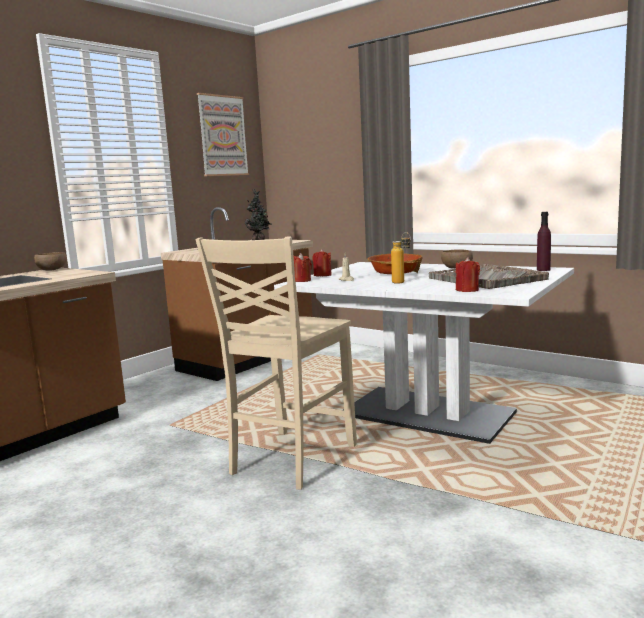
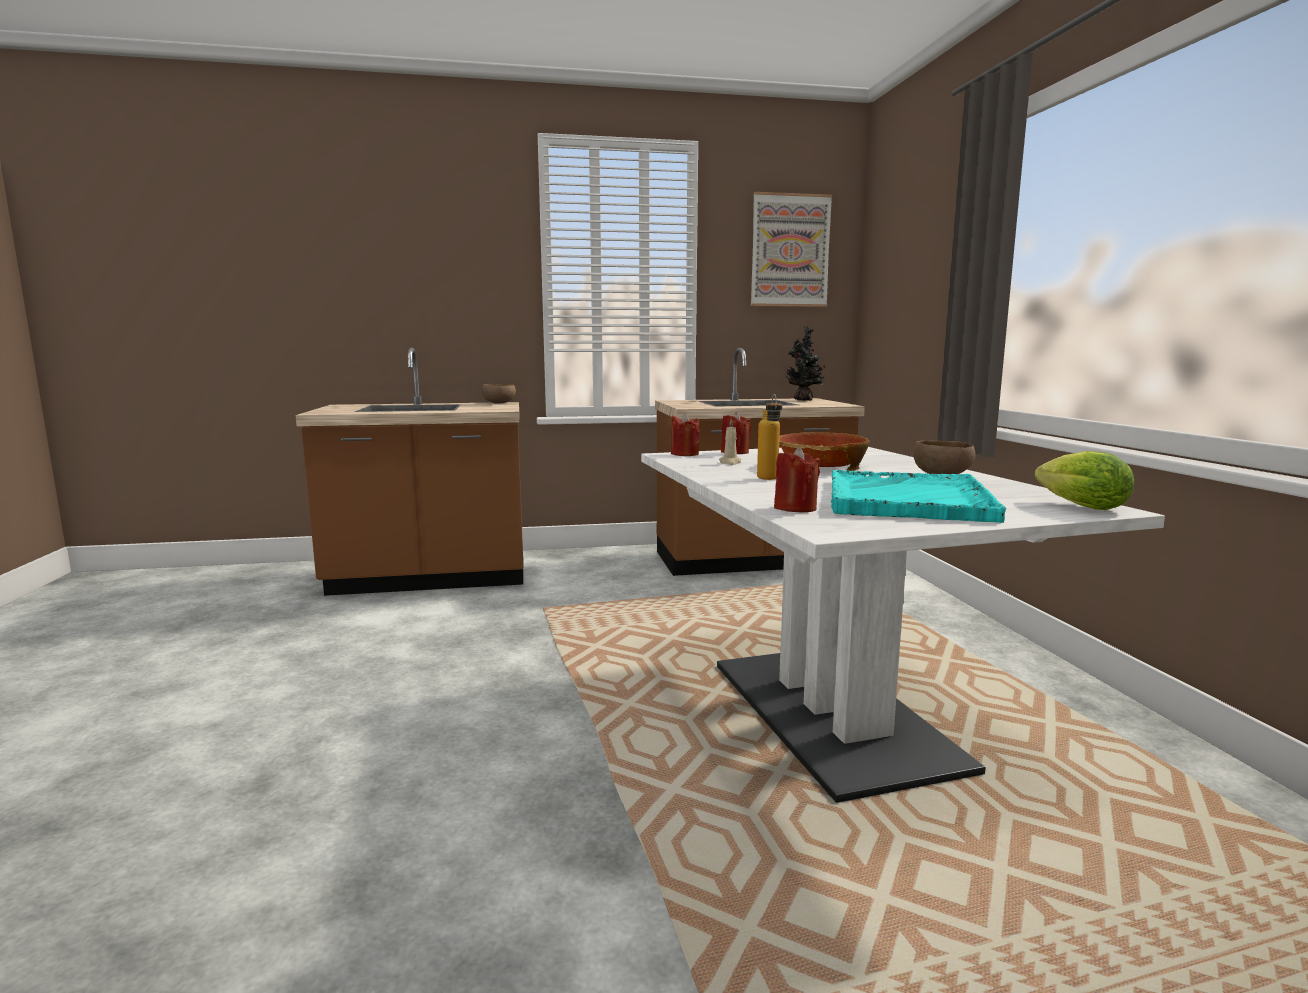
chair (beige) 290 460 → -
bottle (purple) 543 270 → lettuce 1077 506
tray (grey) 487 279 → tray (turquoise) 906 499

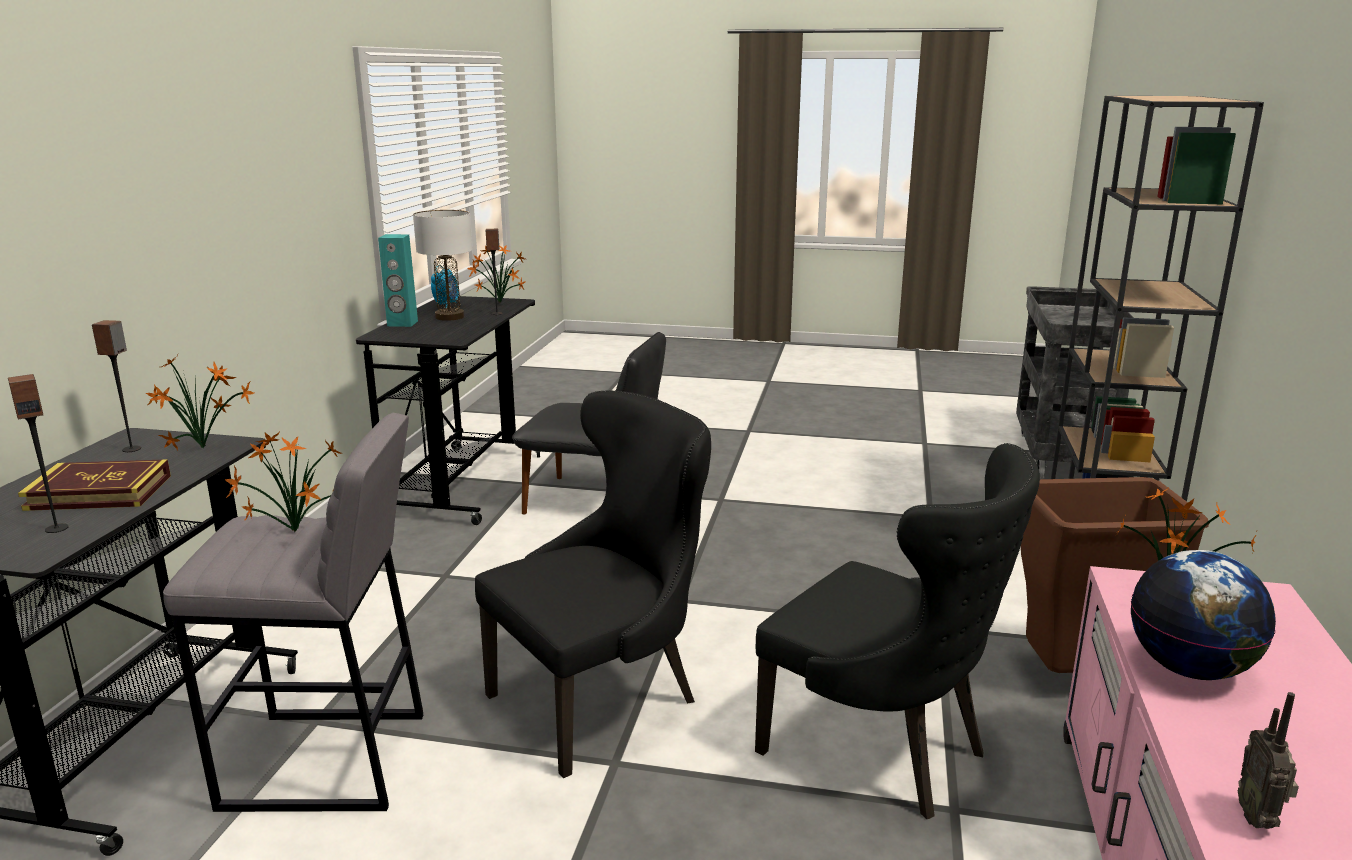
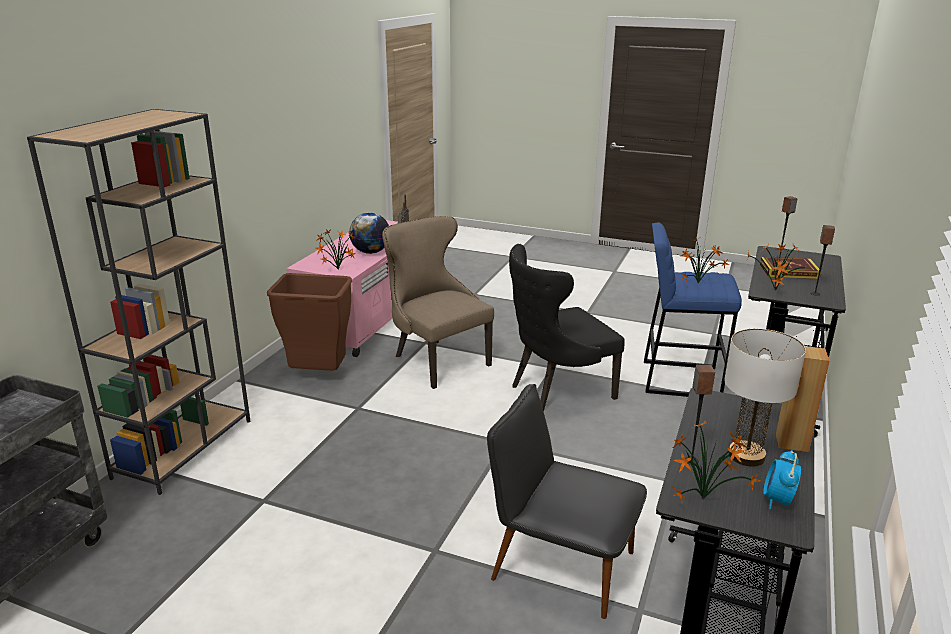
stool (grey) 331 760 → stool (blue) 678 379
speaker (turquoise) 402 323 → speaker (brown) 791 442
chair (black) 883 750 → chair (beige) 436 360

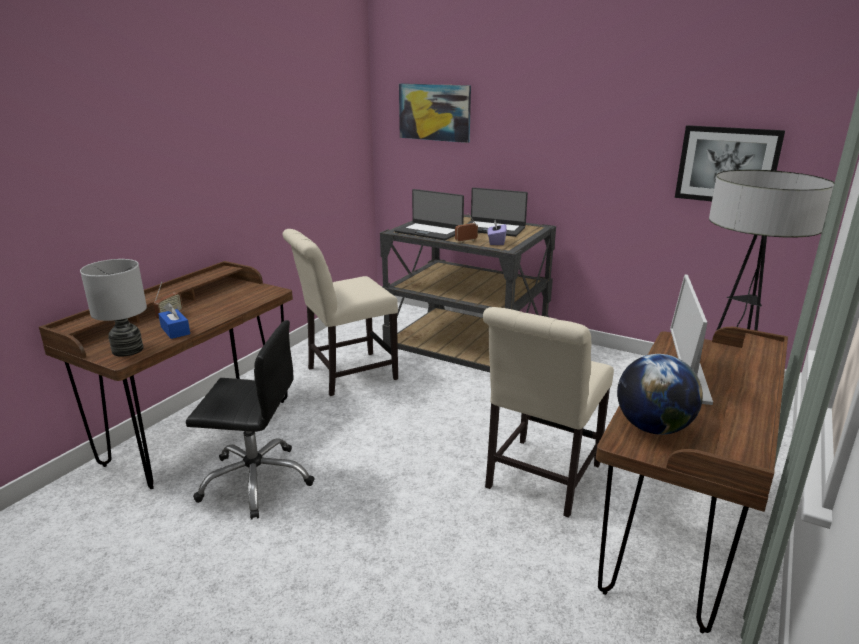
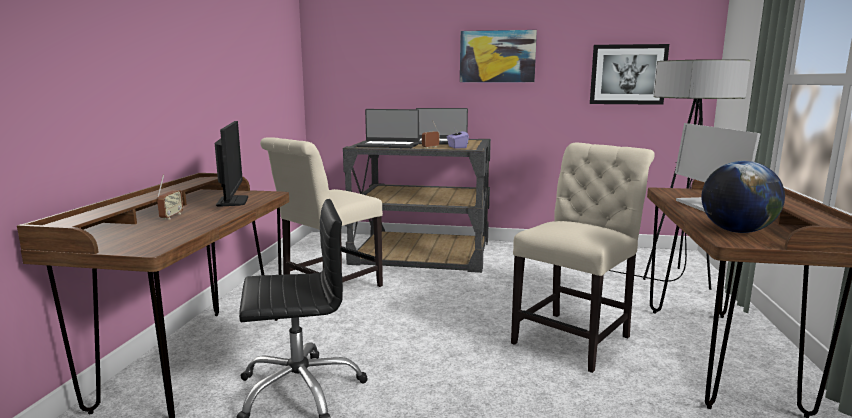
table lamp (grey) 128 350 → -
tissue box (blue) 175 330 → -
- → monitor 232 201
picture 434 112 → picture 497 56, moved
chair (beige) 539 480 → chair (beige) 576 338, 150 degrees counterclockwise

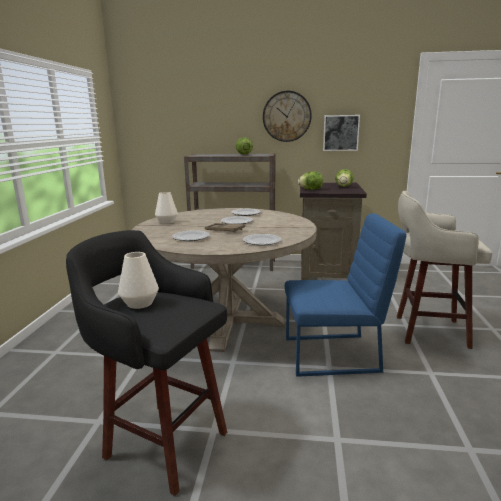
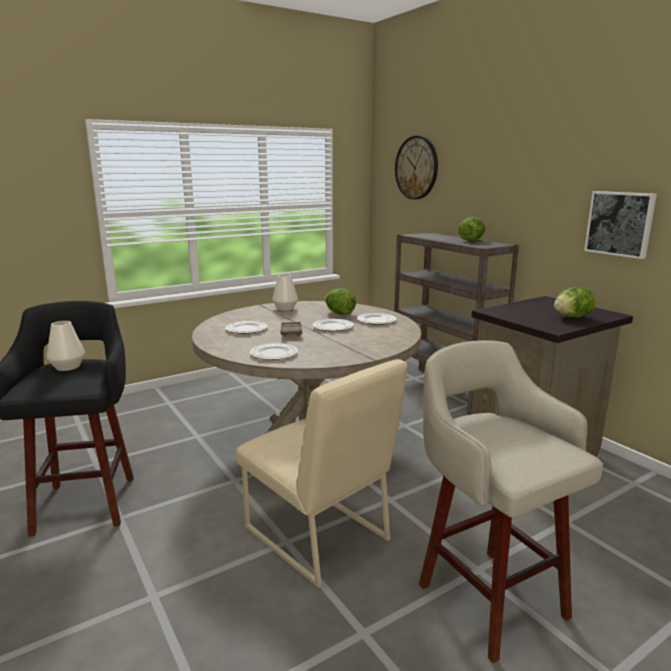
wall clock 287 116 → wall clock 416 168, moved
lettuce 311 189 → lettuce 339 313, moved
chair (blue) 334 354 → chair (beige) 318 535

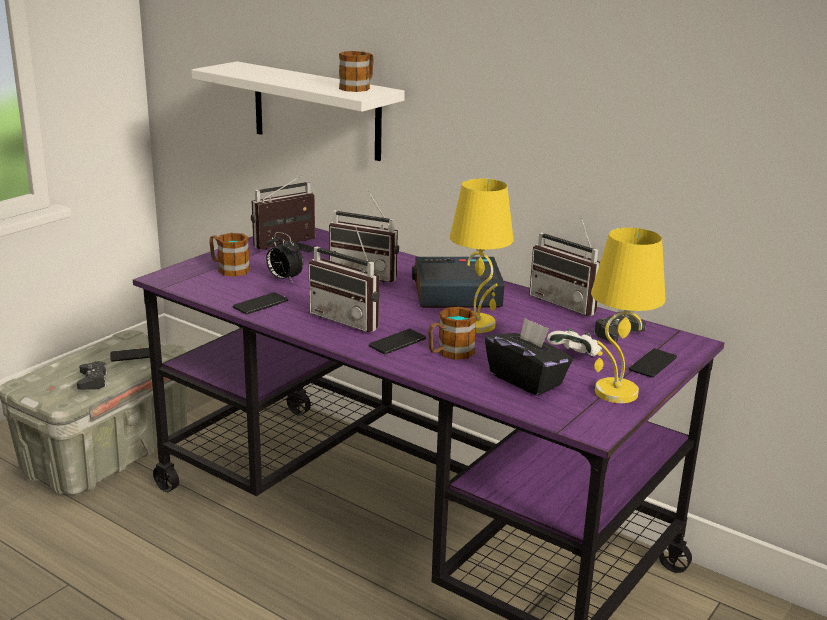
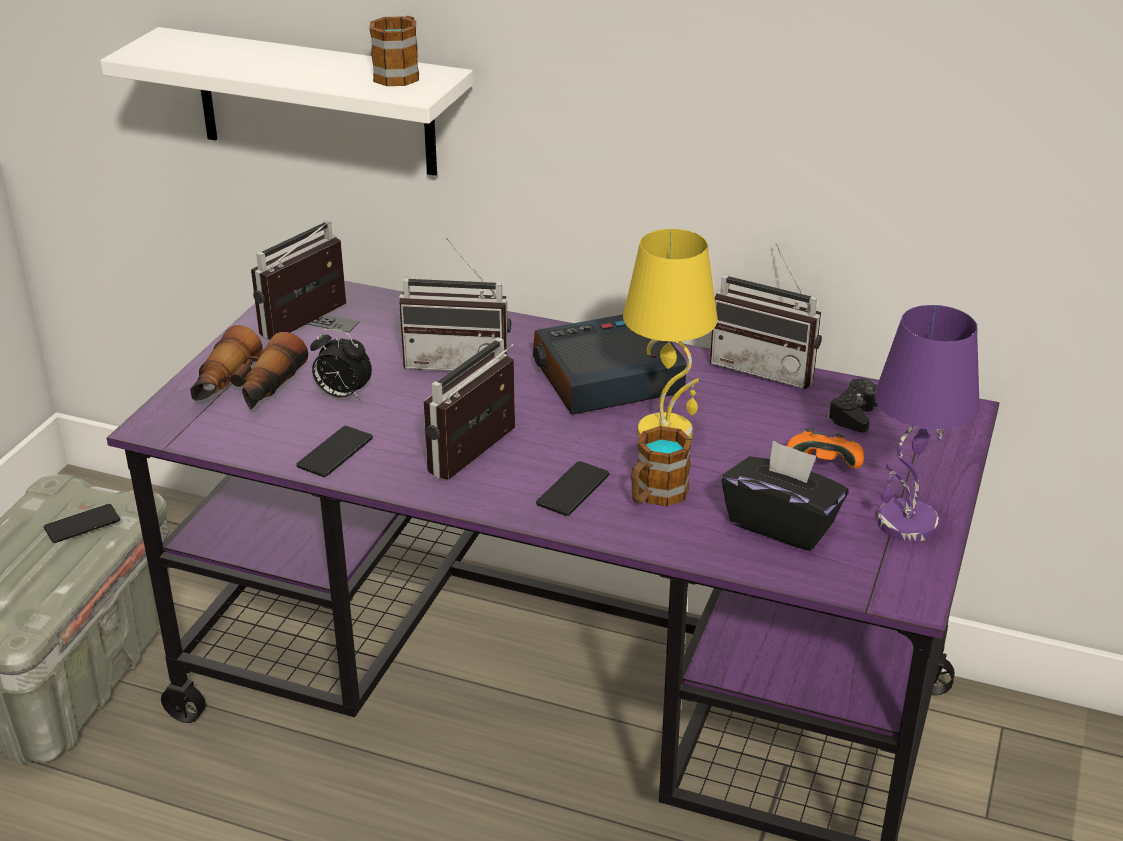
game controller (black) 93 381 → -
phone 652 364 → -
mug 228 269 → binoculars 246 389
game controller (white) 576 356 → game controller (orange) 825 466
table lamp (yellow) 615 393 → table lamp (purple) 906 524
radio 350 319 → radio 482 457, 105 degrees clockwise

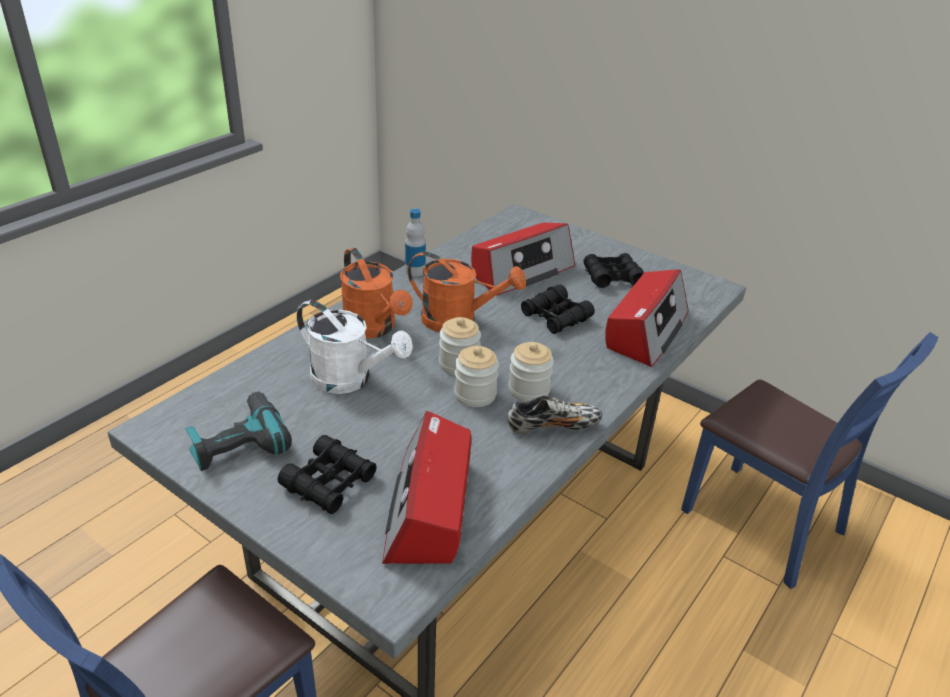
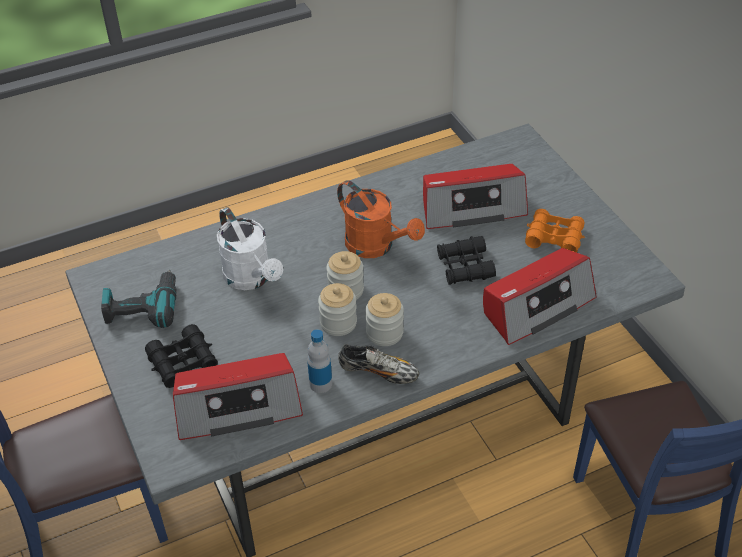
watering can (orange) 374 328 → -
bottle 415 271 → bottle 320 384, moved
binoculars (black) 612 277 → binoculars (orange) 554 238
radio 429 507 → radio 237 406, 135 degrees counterclockwise

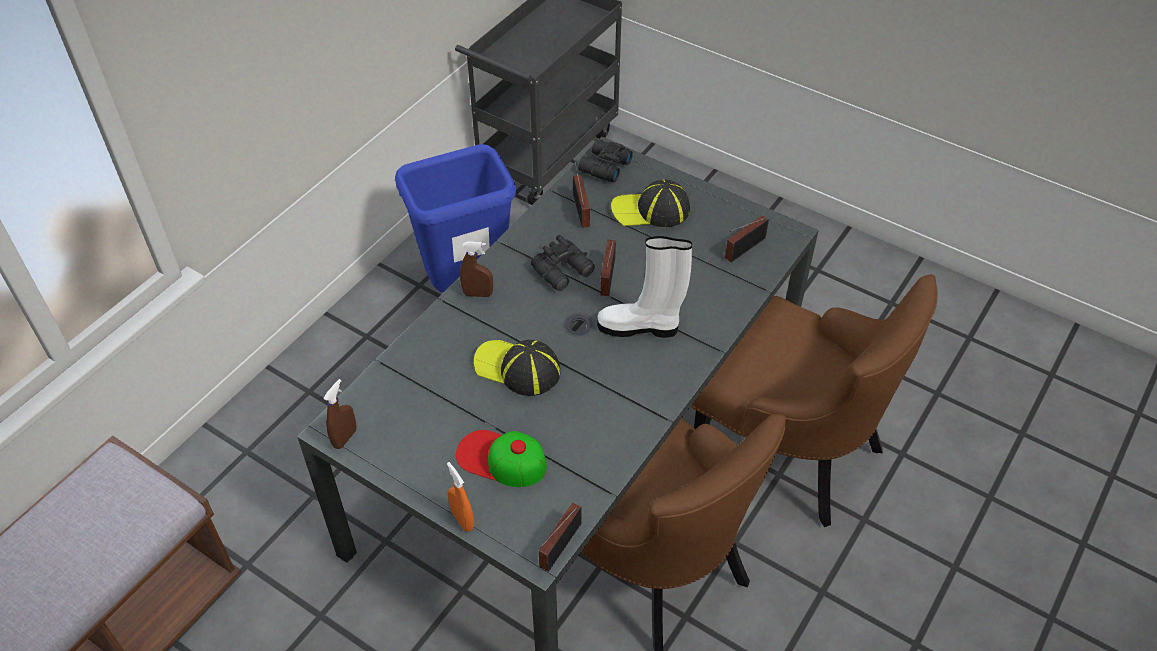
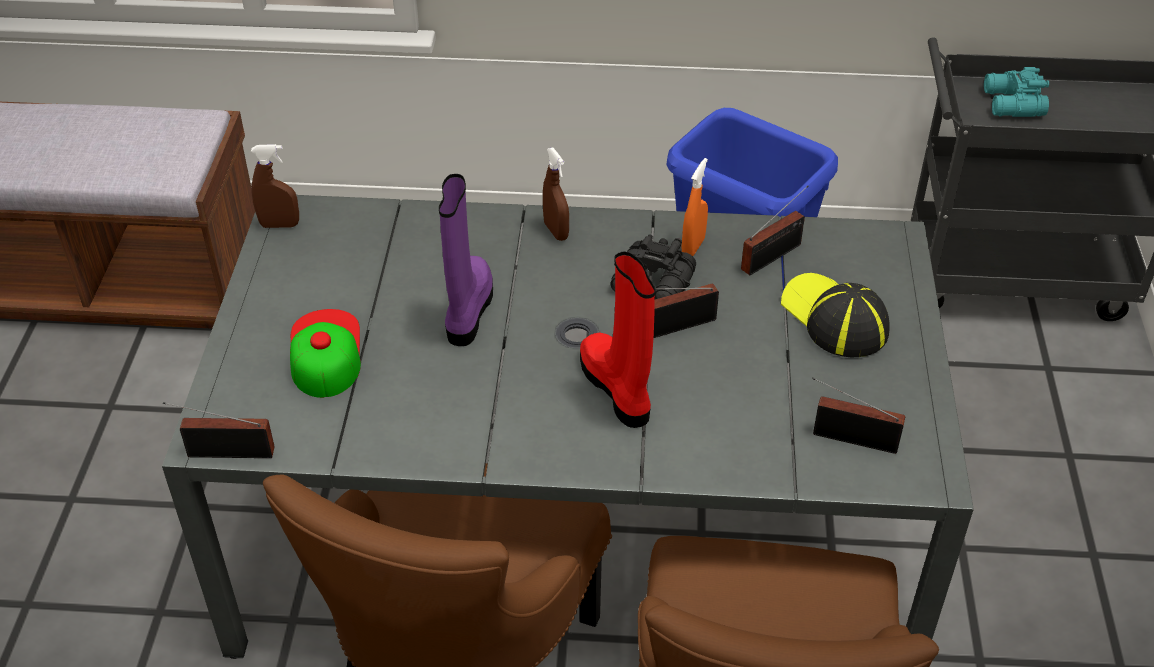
binoculars (black) 603 167 → -
- → binoculars (turquoise) 1012 104
spray bottle (orange) 462 520 → spray bottle (orange) 693 247, moved
cap 517 368 → boot (purple) 467 310
boot (white) 640 327 → boot (red) 617 389

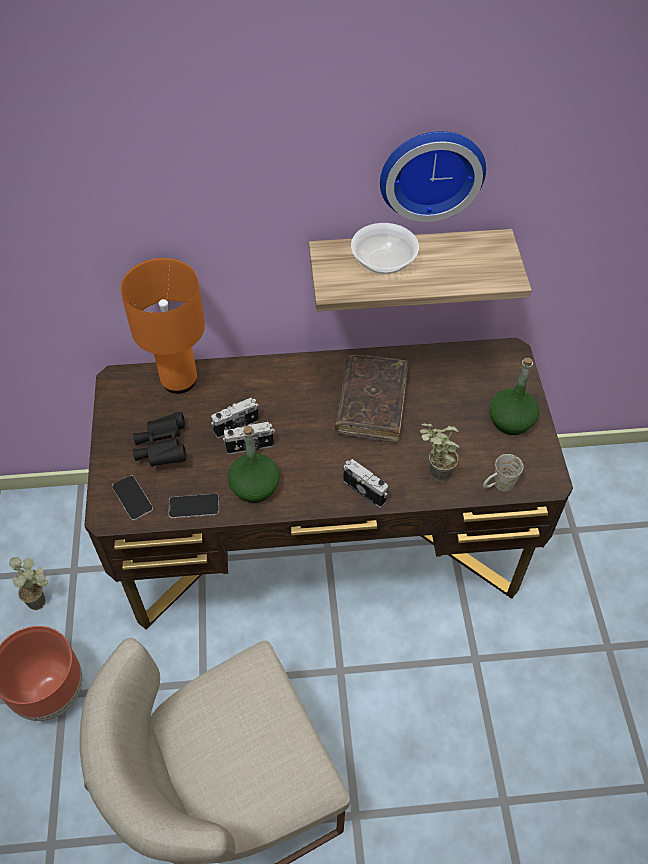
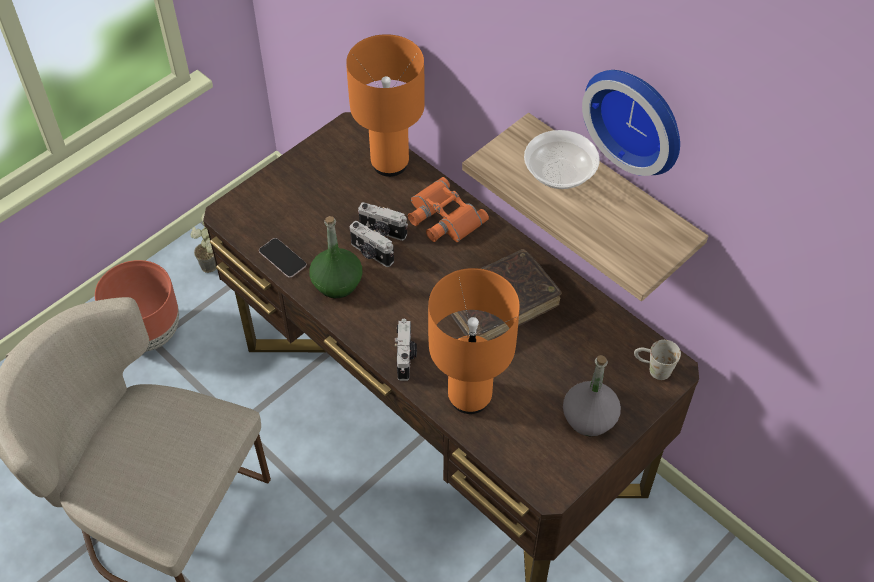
phone 132 498 → -
binoculars (black) 163 448 → -
- → binoculars (orange) 442 217
mug (white) 498 486 → mug (white) 652 369, moved
potted plant 433 475 → table lamp (orange) 468 396
bottle (green) 510 420 → bottle (grey) 589 417

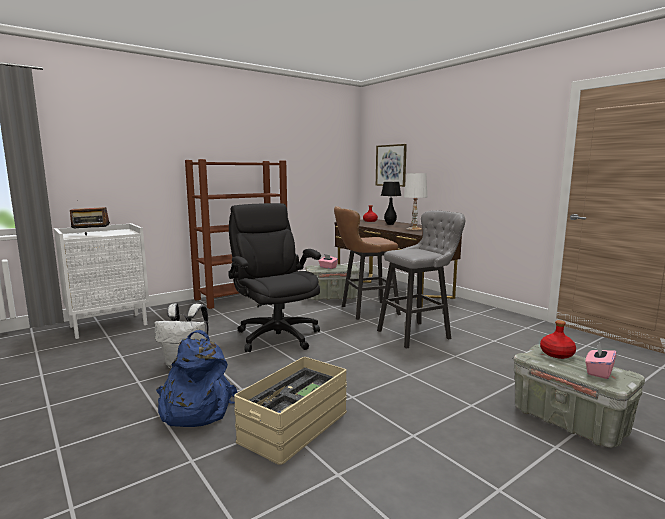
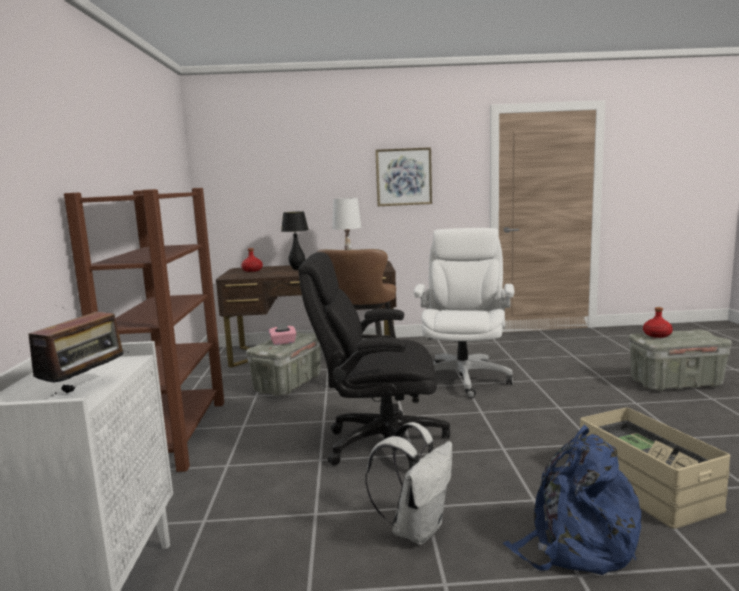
tissue box (pink) 599 371 → -
picture 391 165 → picture 403 177, moved
stool (grey) 420 333 → office chair (white) 464 377

